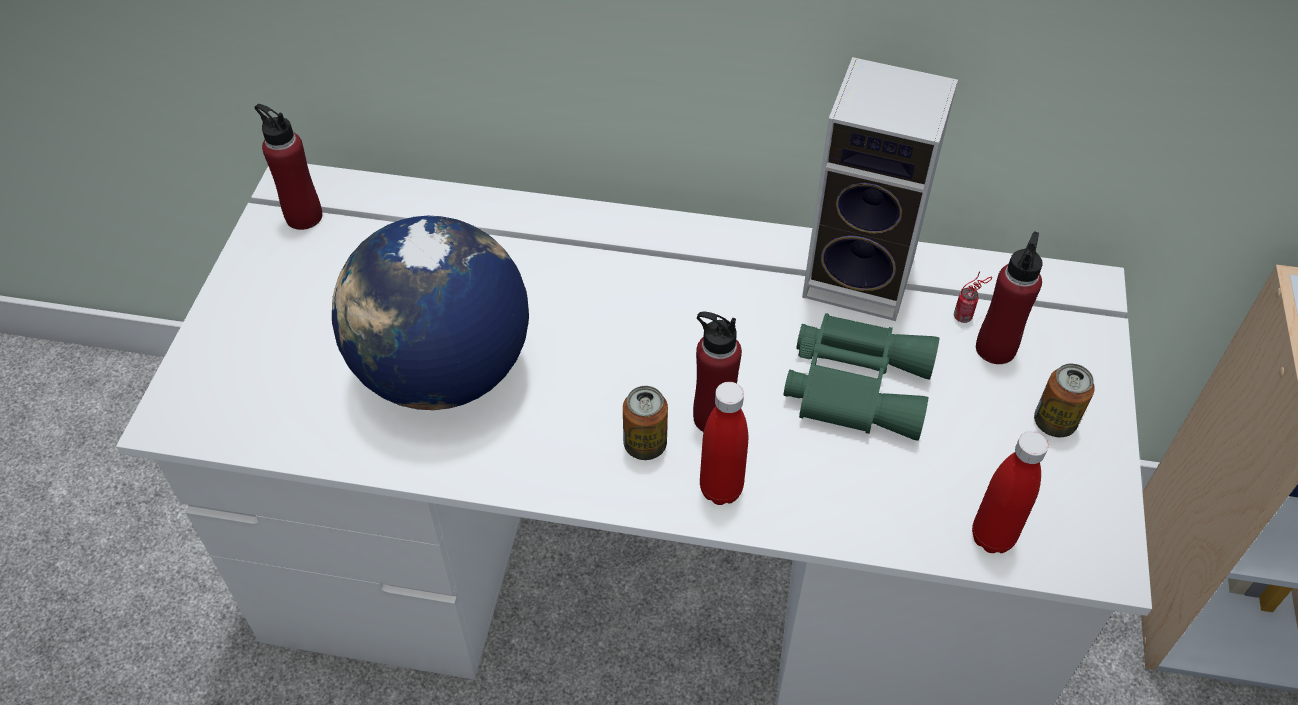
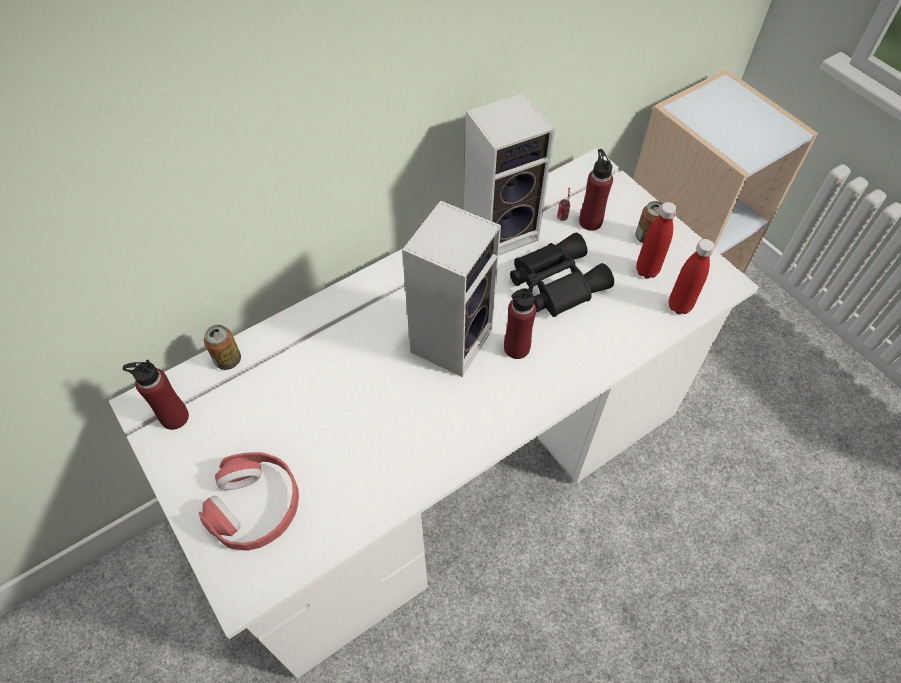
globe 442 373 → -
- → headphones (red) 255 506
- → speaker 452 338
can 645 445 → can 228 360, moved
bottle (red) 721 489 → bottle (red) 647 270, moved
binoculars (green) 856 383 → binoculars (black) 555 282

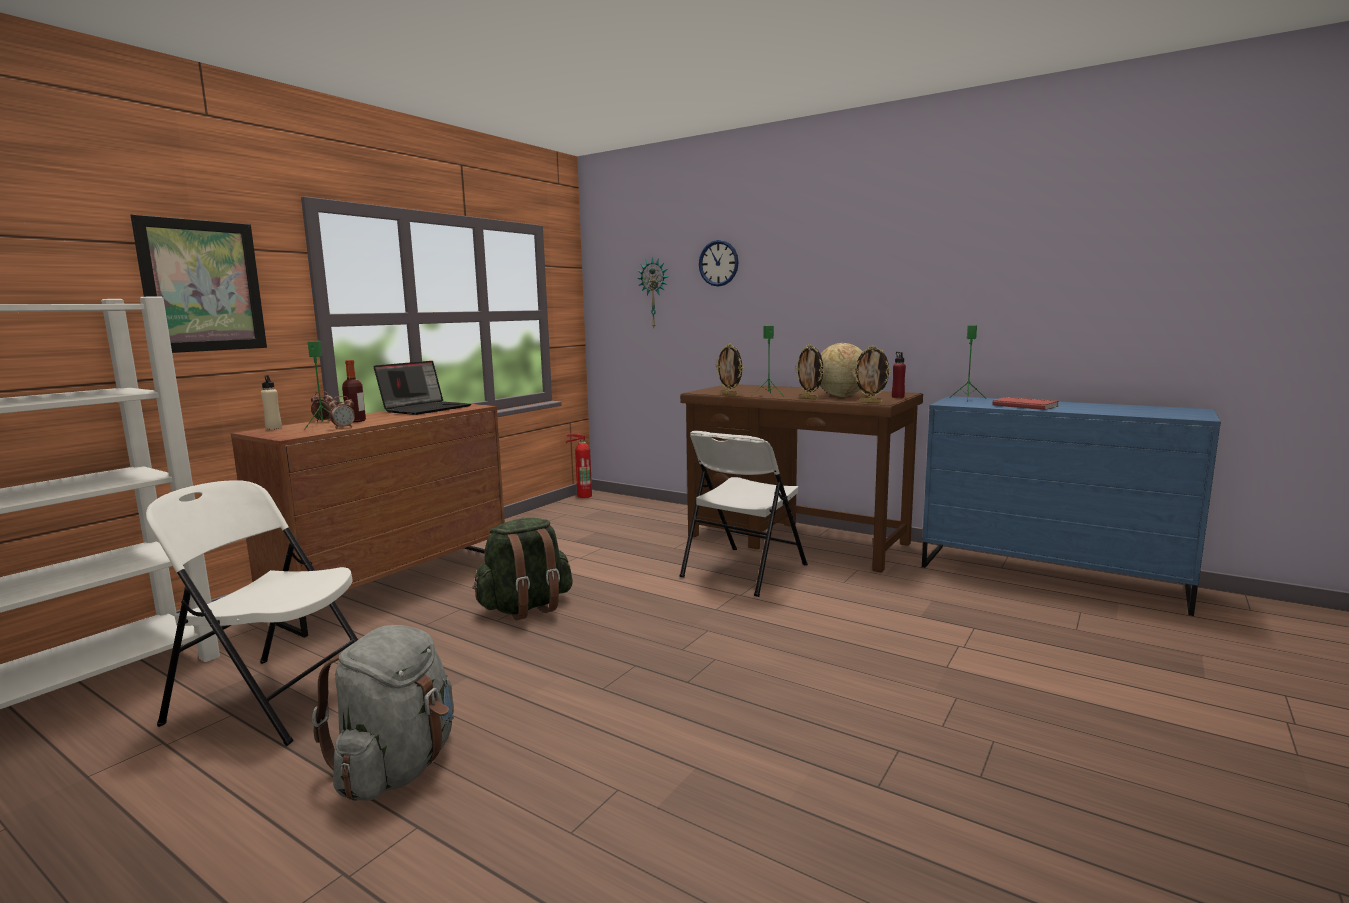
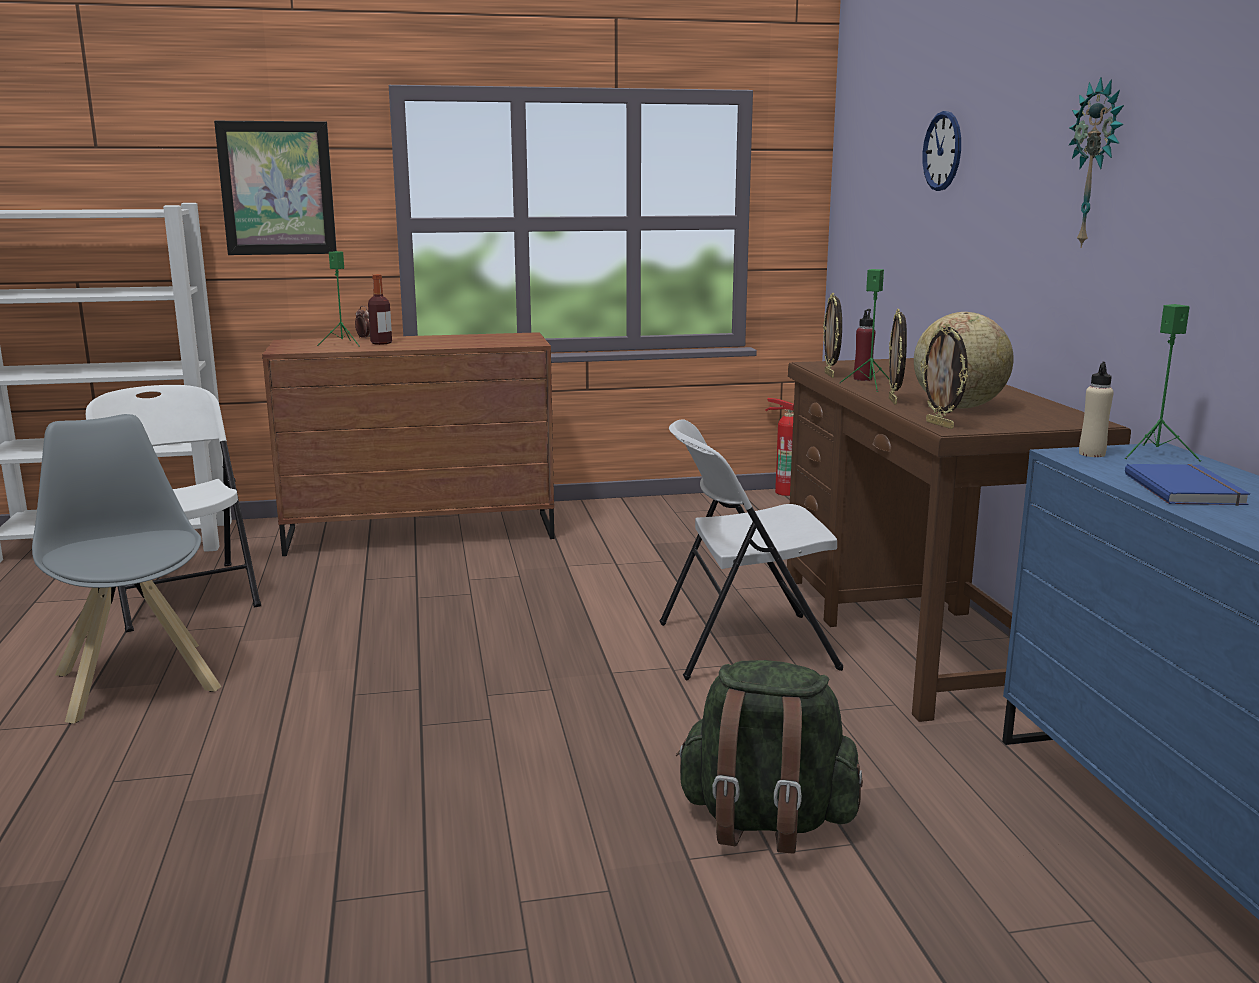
alarm clock 343 427 → -
laptop 426 409 → -
bottle (beige) 273 428 → bottle (beige) 1091 454, moved
backpack (green) 526 607 → backpack (green) 765 821, moved
wall clock 654 293 → wall clock 1097 164, moved
bottle (red) 897 397 → bottle (red) 863 379, moved
backpack (grey) 398 767 → chair (grey) 137 679
book (red) 1025 405 → book (blue) 1187 489

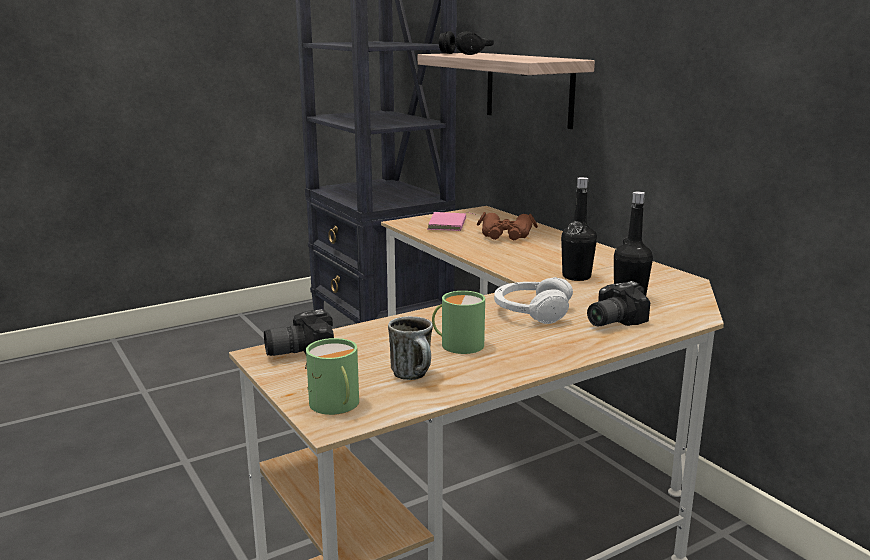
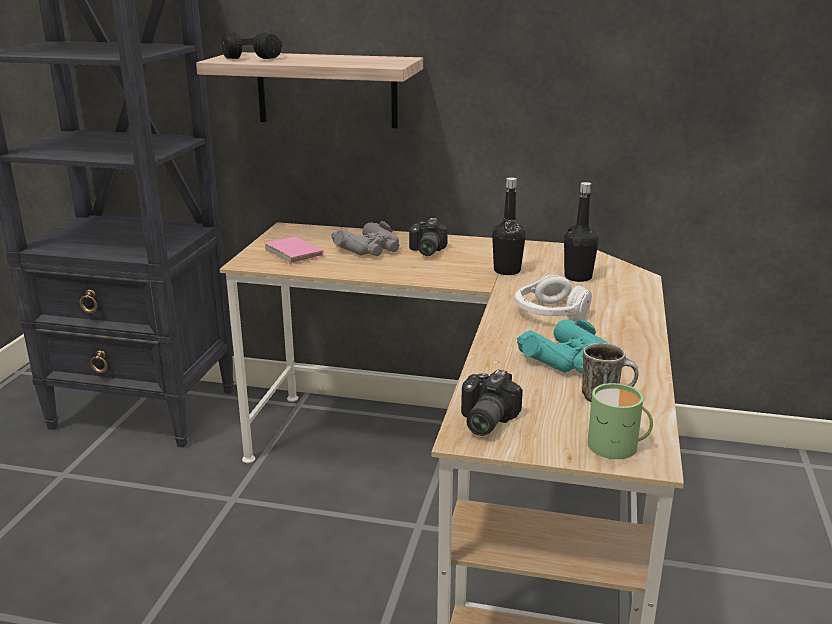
photo camera 610 321 → photo camera 425 251, moved
mug (green) 458 344 → binoculars (turquoise) 569 360
binoculars (brown) 506 235 → binoculars (grey) 370 249

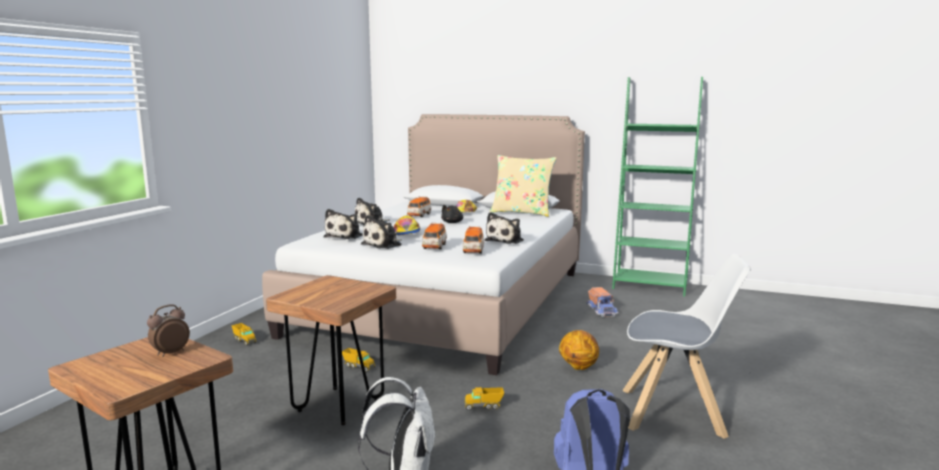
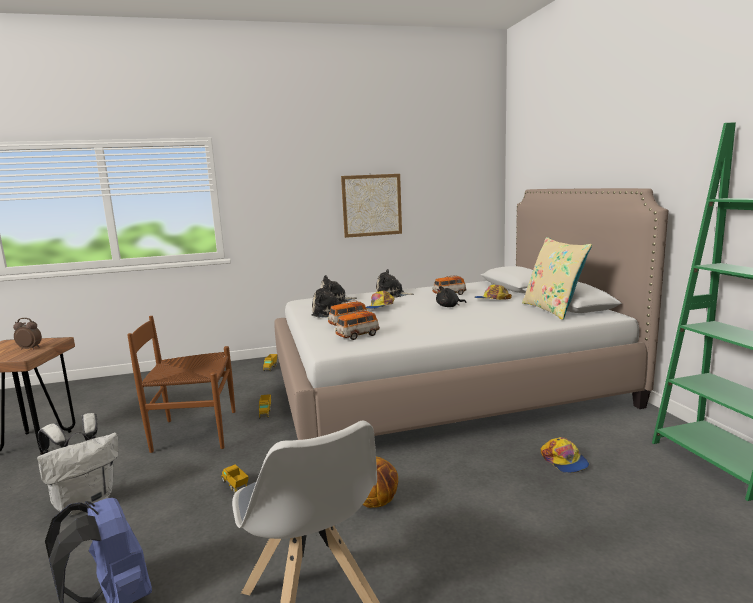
plush toy 506 240 → -
- → picture 372 204
stool (brown) 338 405 → chair (brown) 194 432
toy truck 602 310 → cap 564 461

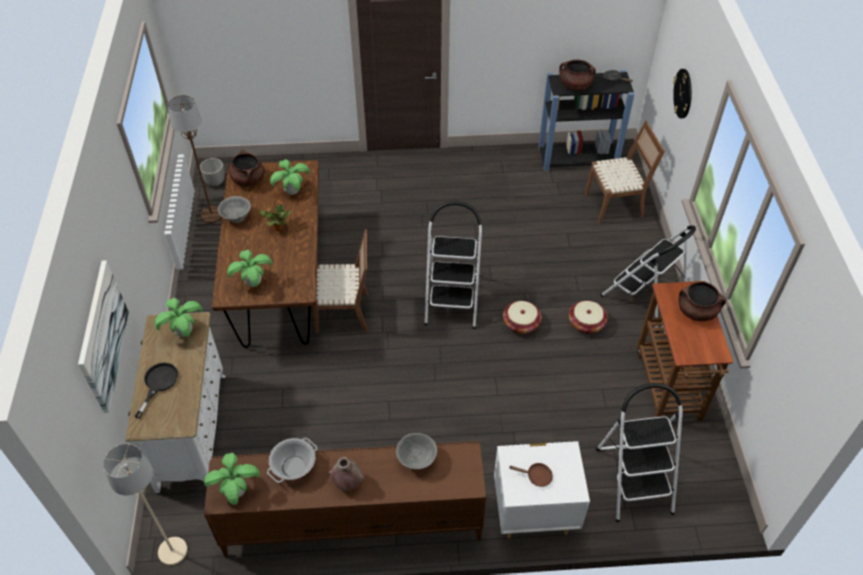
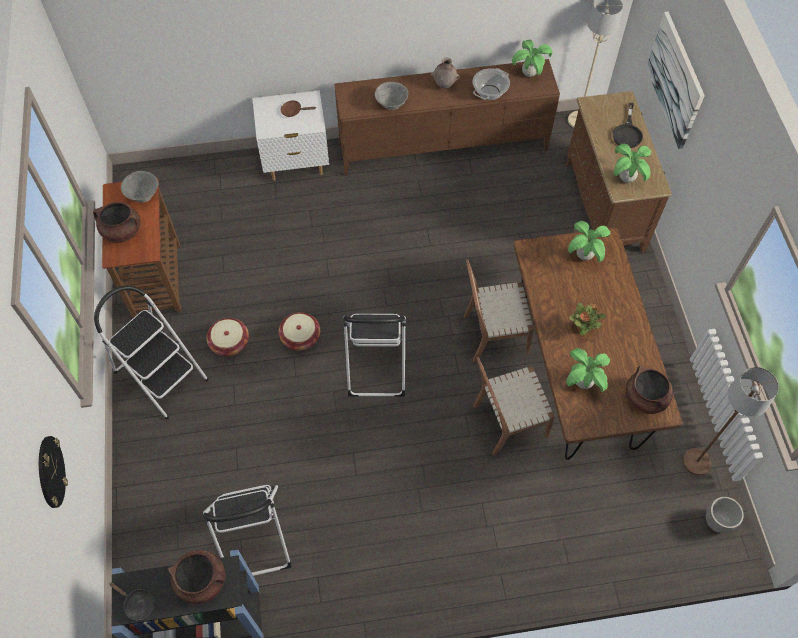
bowl (grey) 236 217 → bowl (grey) 143 195, moved
chair 616 205 → chair 507 422, moved
step ladder 633 478 → step ladder 254 535, moved
dresser (white) 193 431 → dresser (brown) 602 207

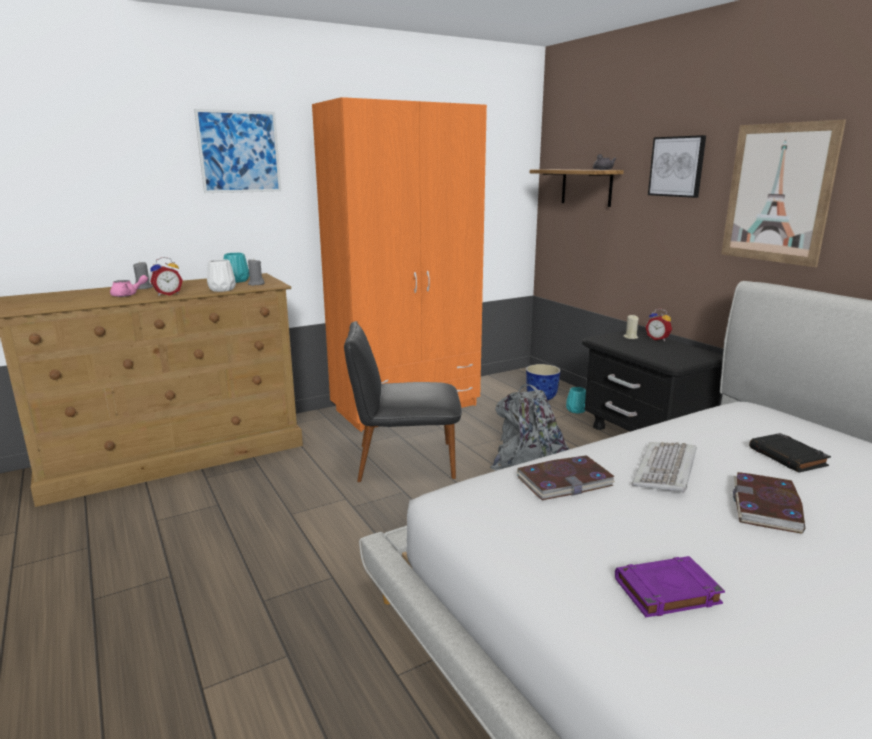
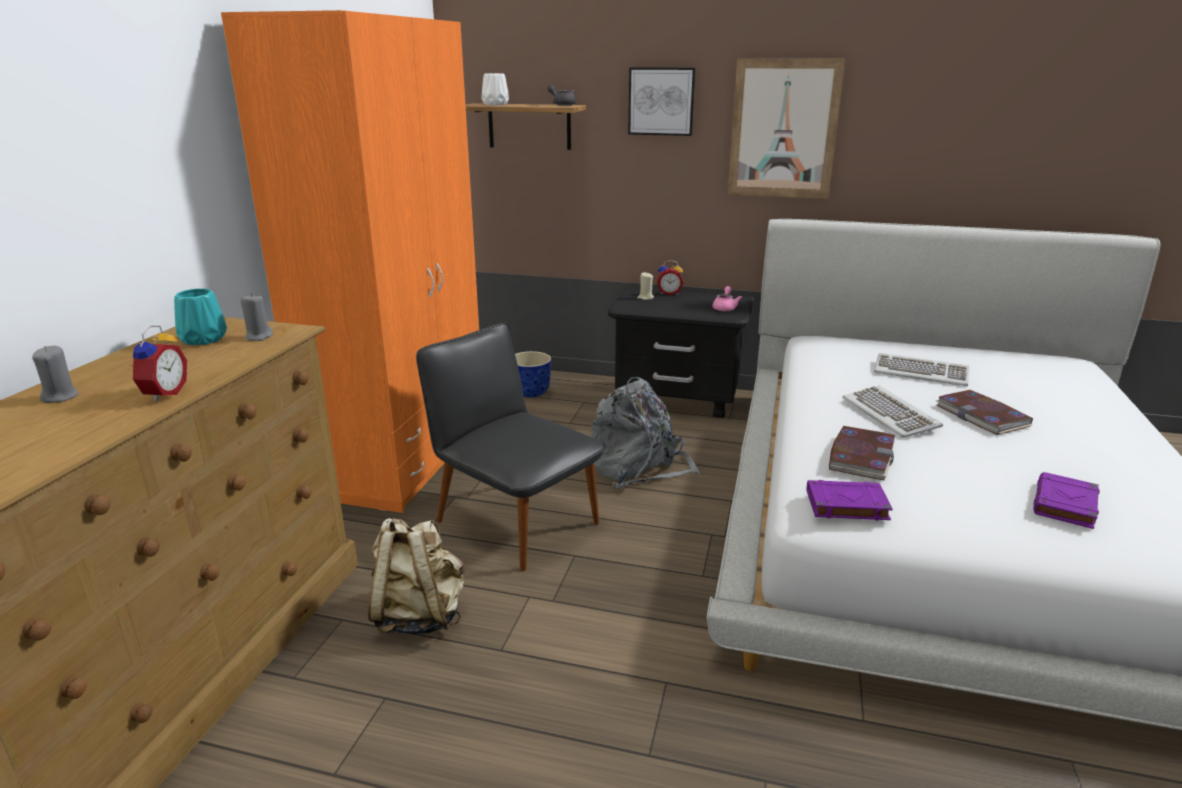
picture 239 152 → -
vase (turquoise) 576 410 → -
- → backpack (beige) 419 616
- → book (purple) 846 505
teapot (pink) 128 295 → teapot (pink) 725 308, moved
vase (white) 221 289 → vase (white) 494 104, moved
book (black) 788 457 → keyboard 921 373
chair (black) 405 461 → chair (black) 517 522, 90 degrees clockwise

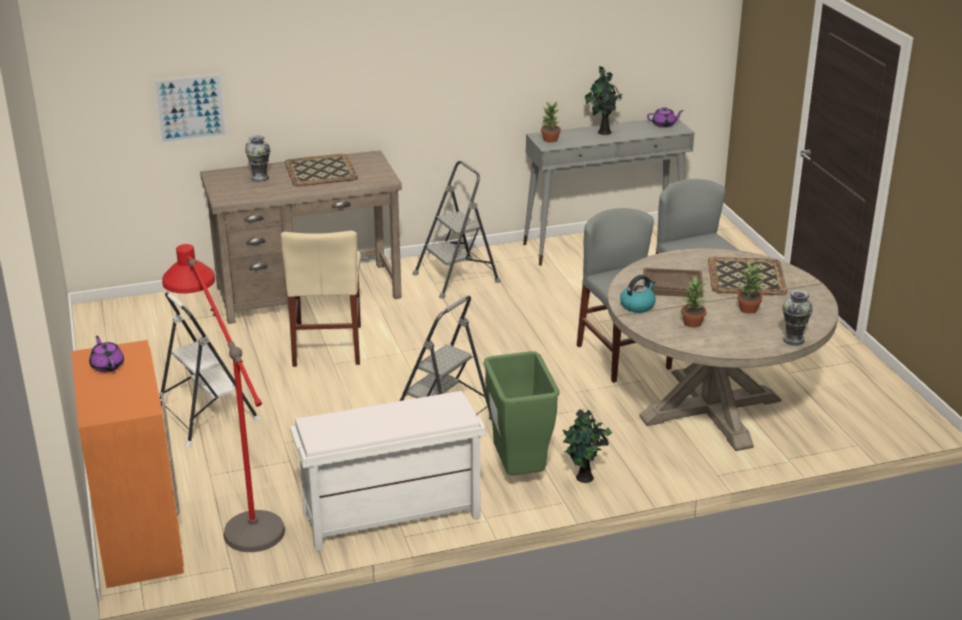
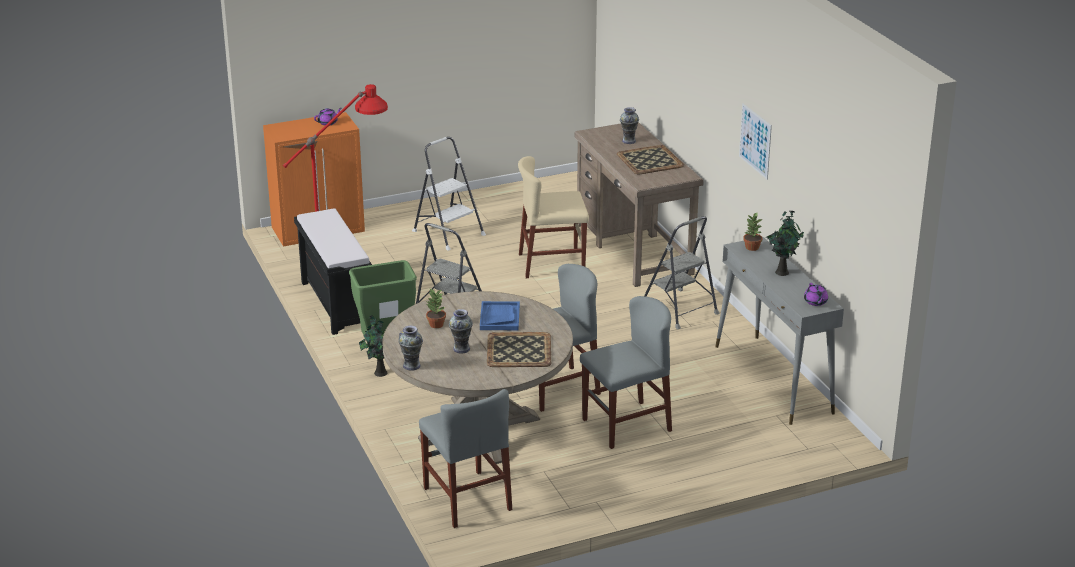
kettle 637 305 → -
- → chair (grey) 467 498
picture 190 108 → picture 755 141, moved
potted plant 748 309 → vase 461 349
bench (white) 390 517 → bench (black) 335 304
tray (brown) 672 285 → tray (blue) 499 317

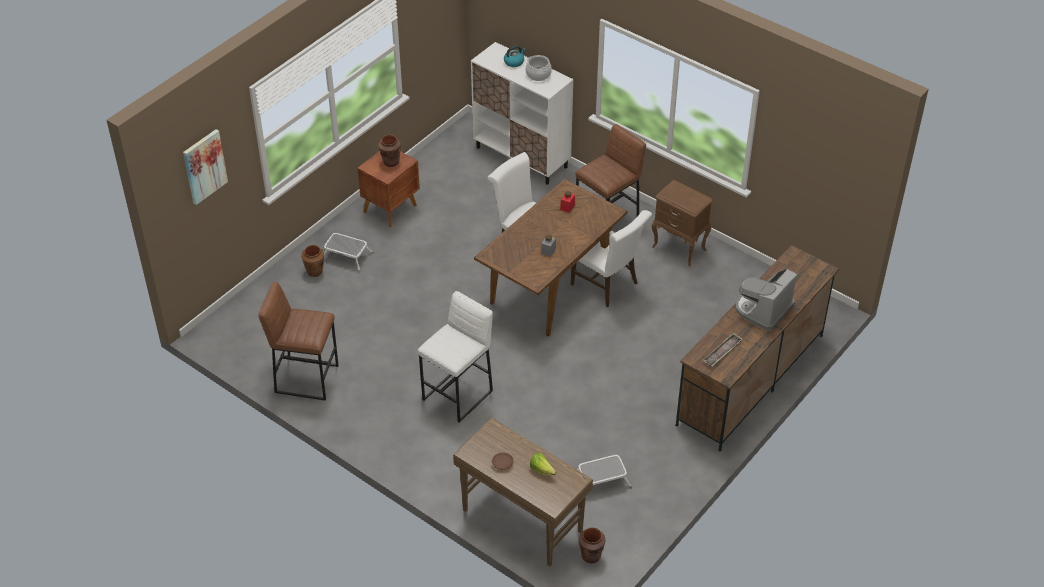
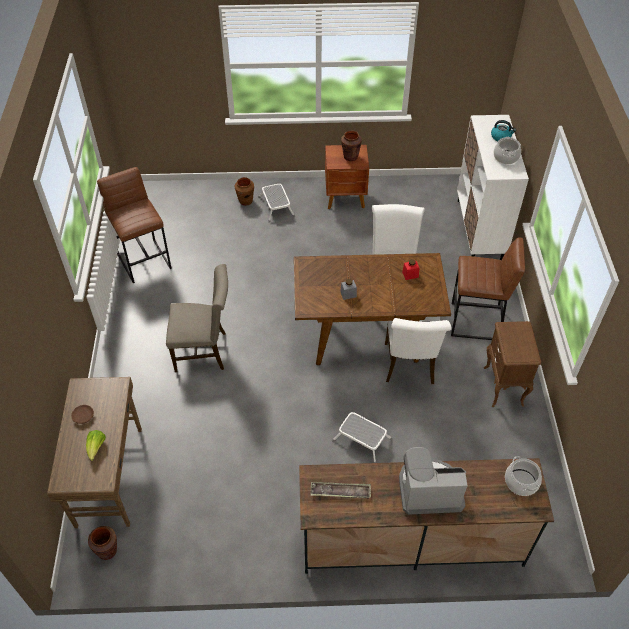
picture 204 166 → -
- → cooking pot 521 482
step ladder (grey) 601 480 → step ladder (grey) 362 439, moved
stool (white) 458 394 → chair (beige) 205 351

